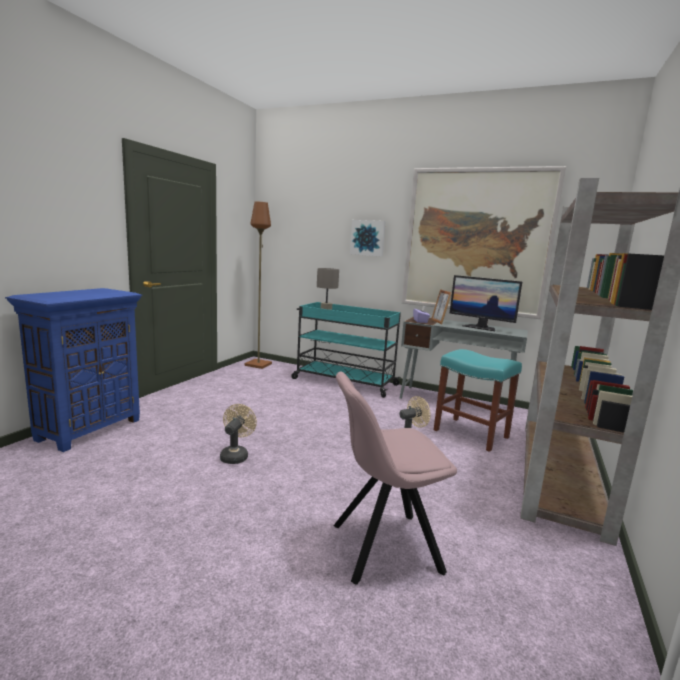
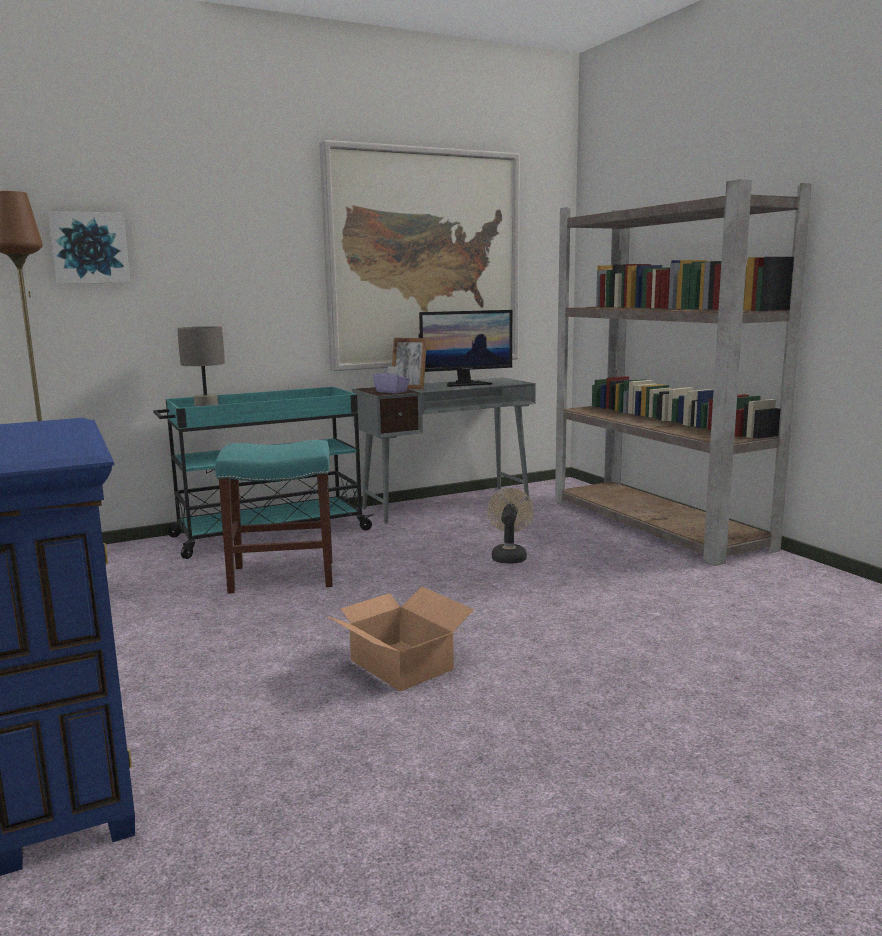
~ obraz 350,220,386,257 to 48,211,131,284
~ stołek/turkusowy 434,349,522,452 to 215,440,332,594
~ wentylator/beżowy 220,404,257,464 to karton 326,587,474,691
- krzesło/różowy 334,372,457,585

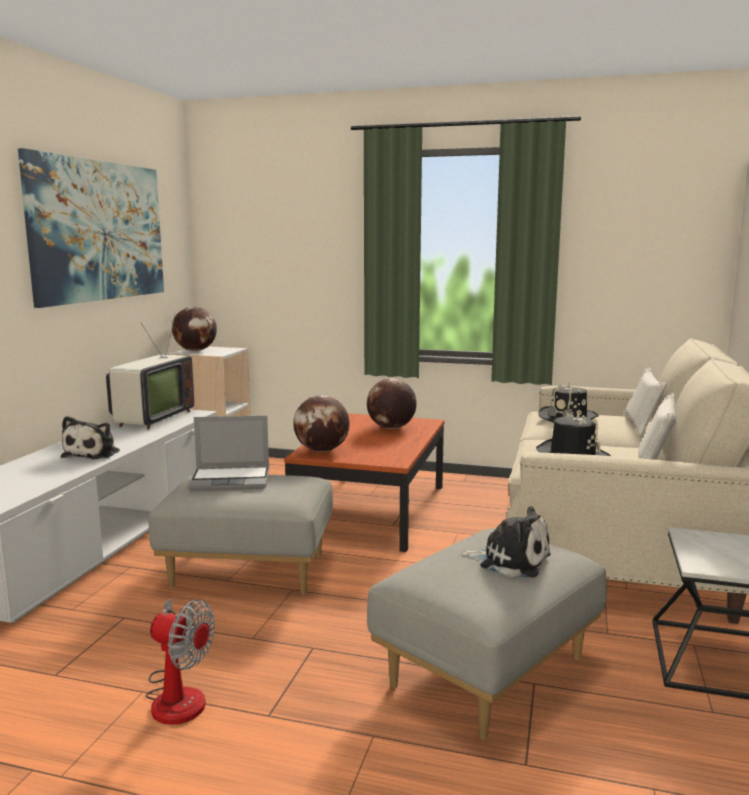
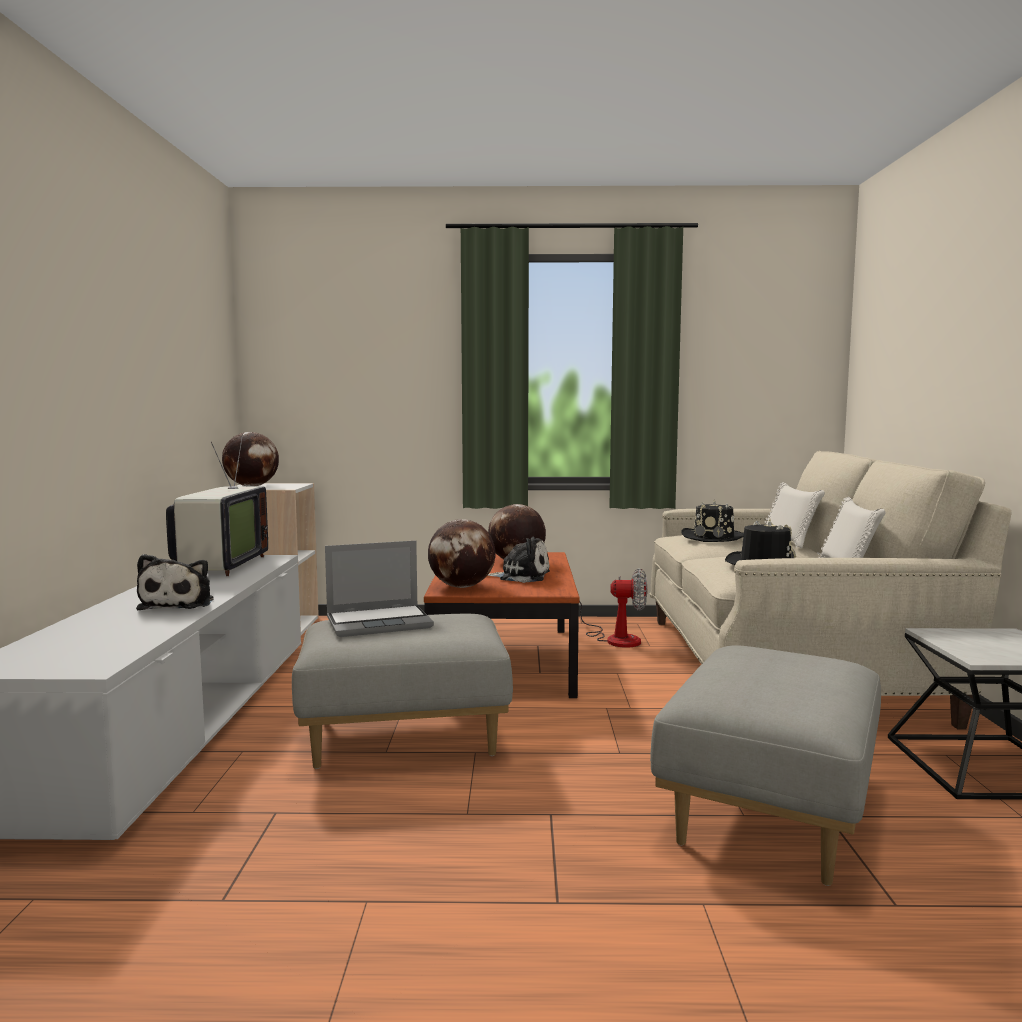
~ pluszak 460,506,551,577 to 487,537,550,583
~ wentylator 146,598,215,725 to 579,568,647,648
- obraz 18,148,164,308

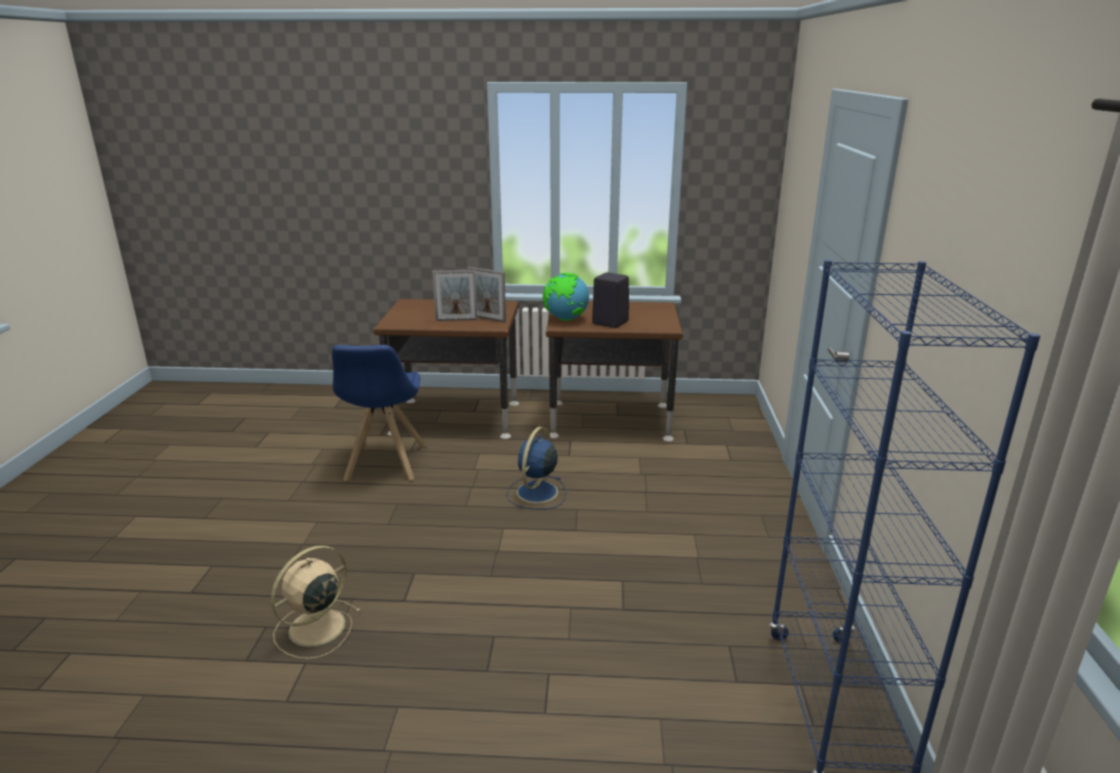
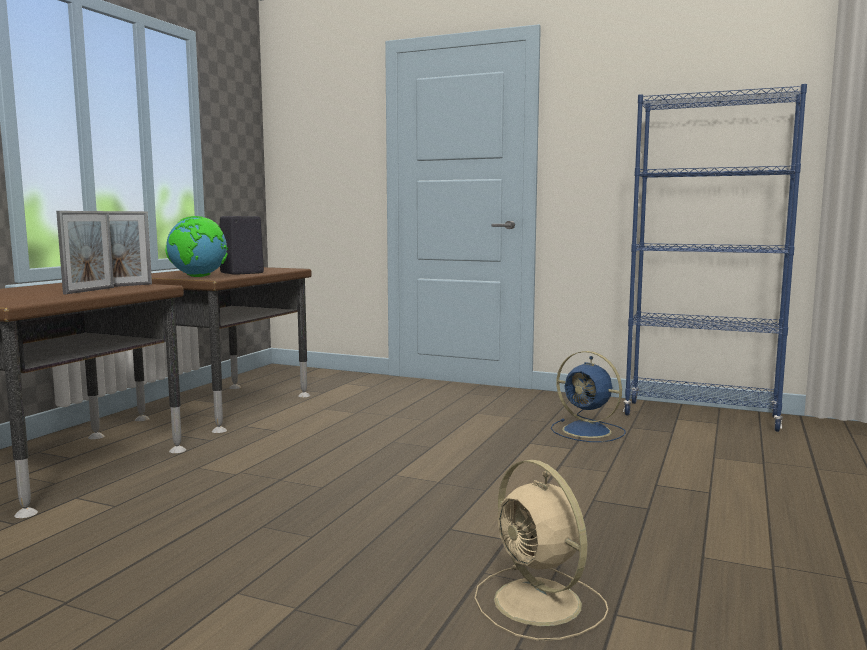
~ wentylator/niebieski 506,427,566,510 to 551,351,626,442
- krzesło/niebieski 332,345,427,482

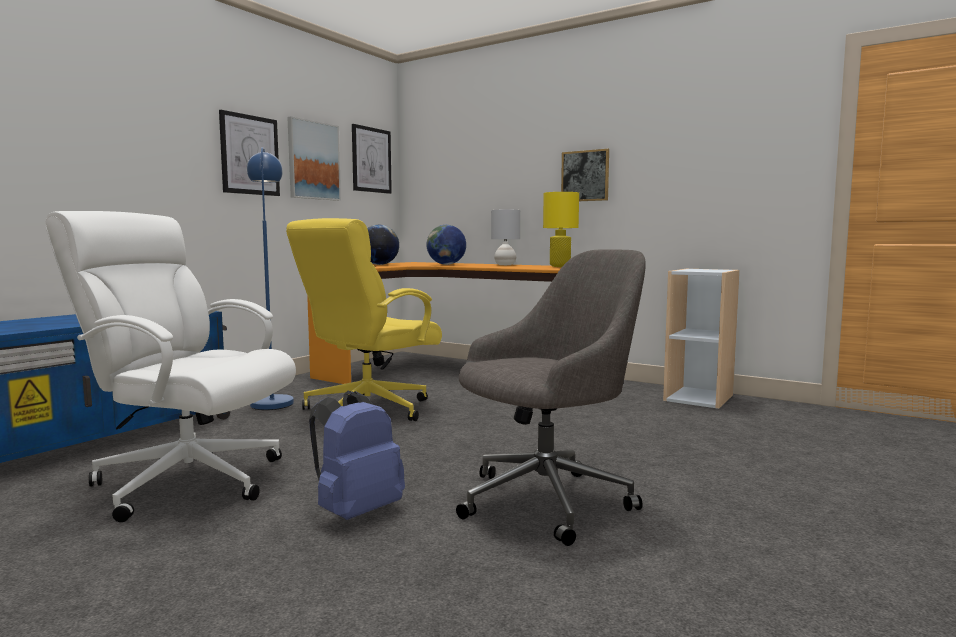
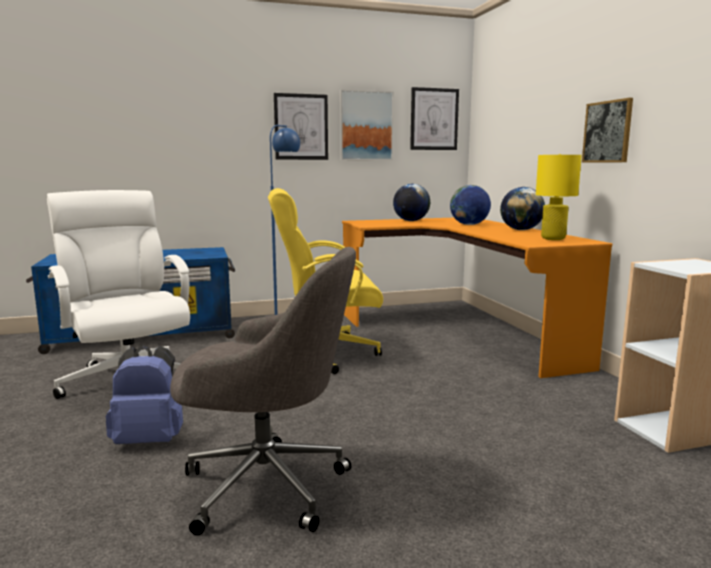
~ lampa stołowa/szary 491,210,520,265 to globus 500,187,545,230

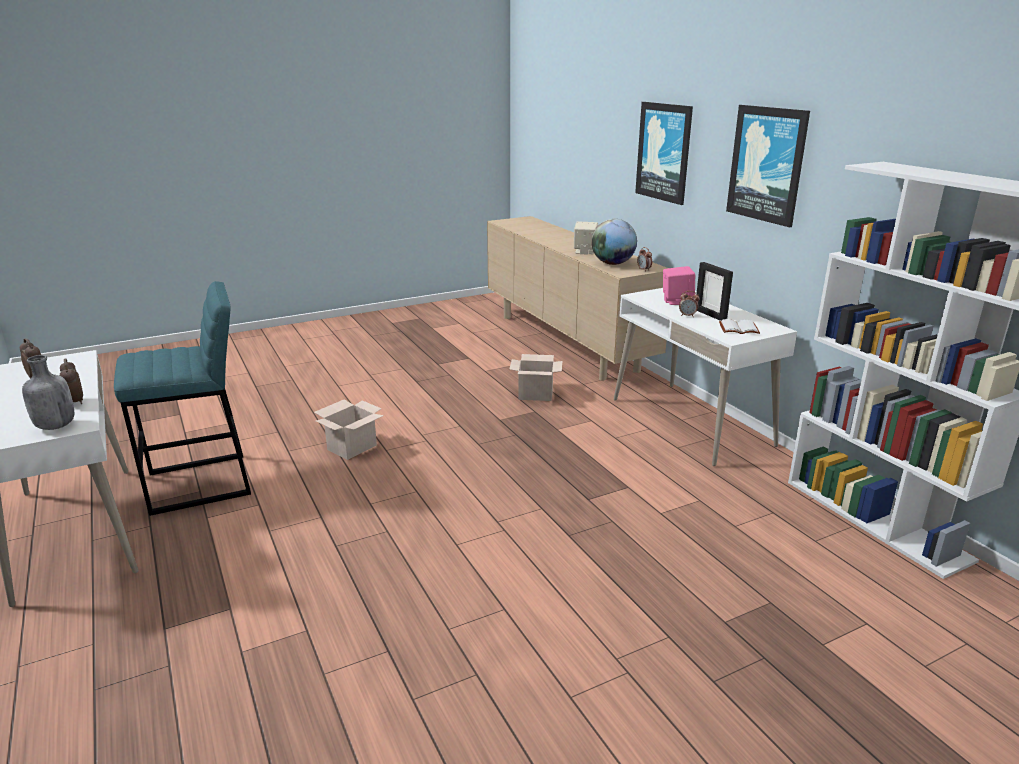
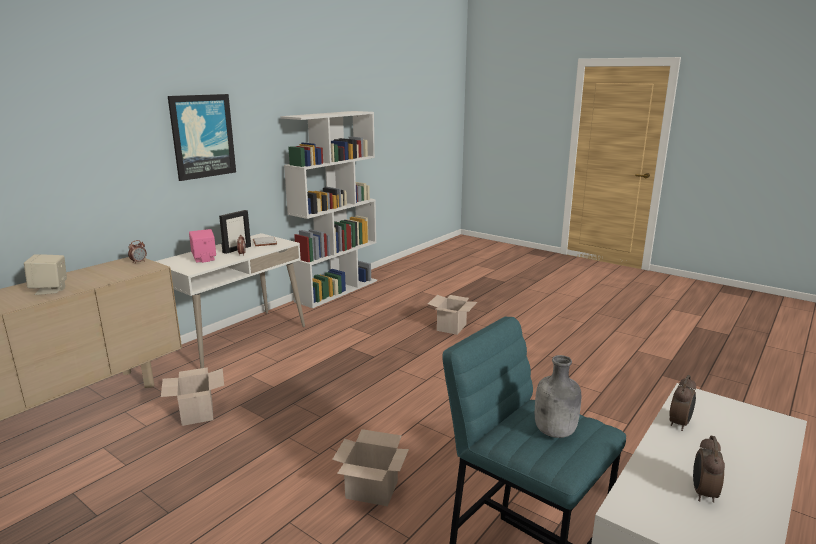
+ karton 428,295,477,335
~ butelka/szary 22,355,74,430 to 535,355,581,438
- globus 591,219,637,265
- obraz 635,102,693,205

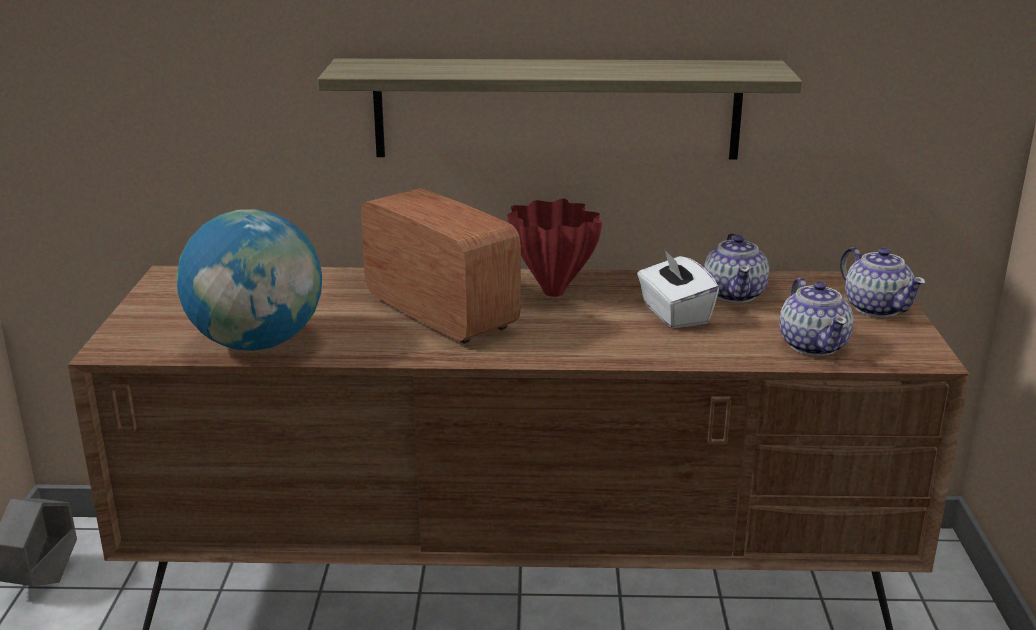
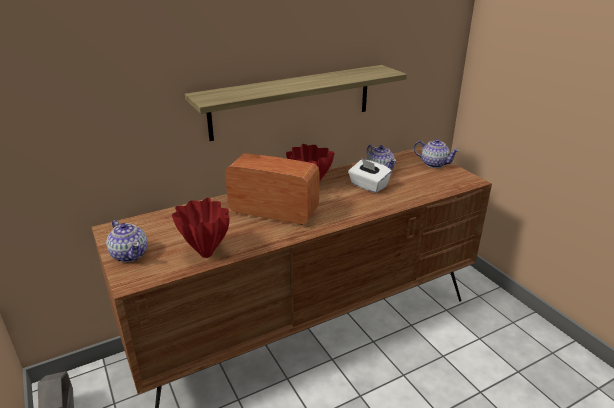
~ imbryk 779,278,853,356 to 106,220,148,262
~ globus 177,209,322,351 to wazon/czerwony 172,198,230,258

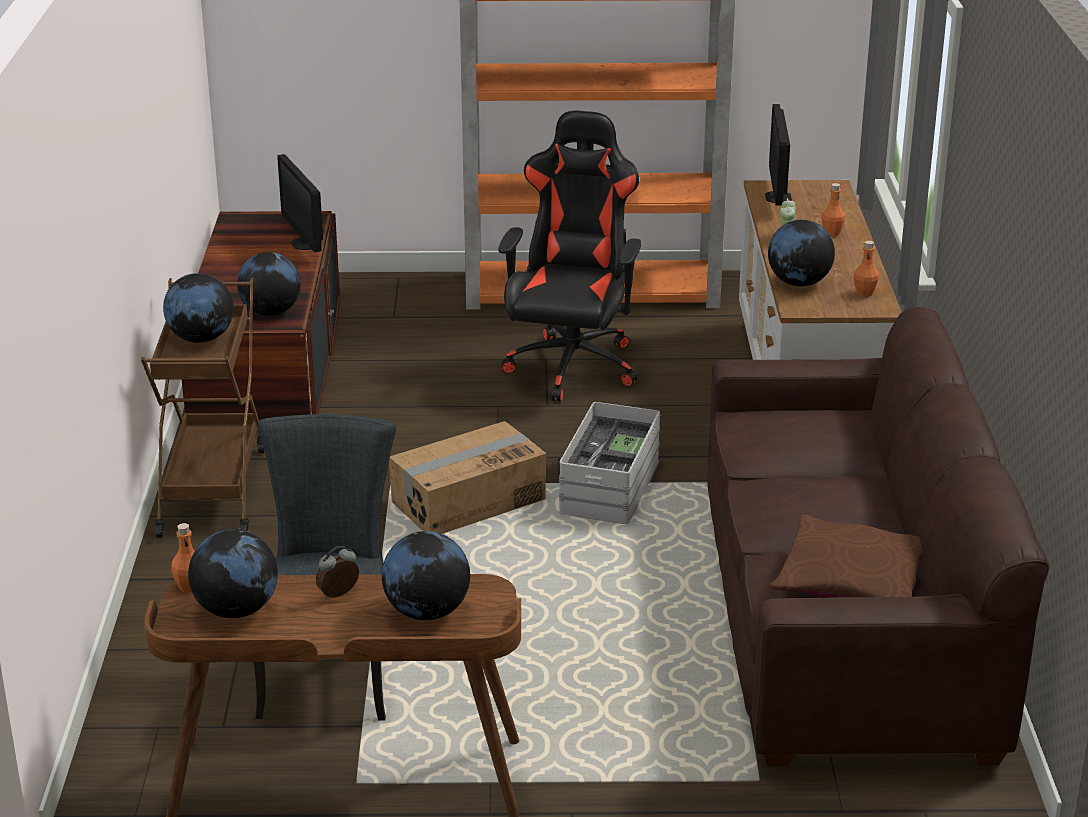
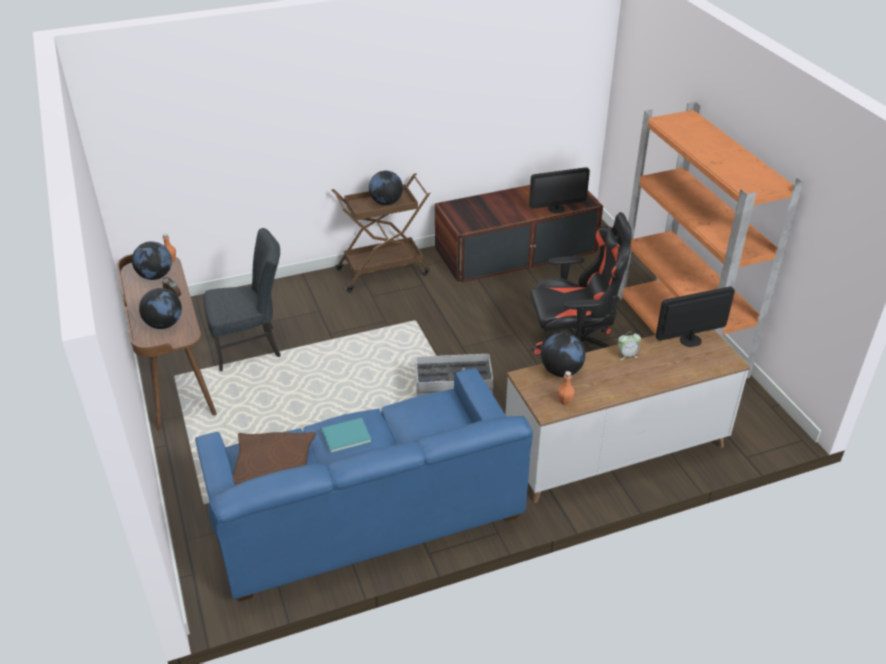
~ kanapa/brązowy 707,307,1049,767 to kanapa/niebieski 195,368,533,601
+ książka/turkusowy 322,418,371,453
~ monitor 277,154,323,252 = 529,167,590,213 150 degrees counterclockwise
- globus 237,252,301,316
- karton 389,421,546,534
- butelka/pomarańczowy 821,183,846,236

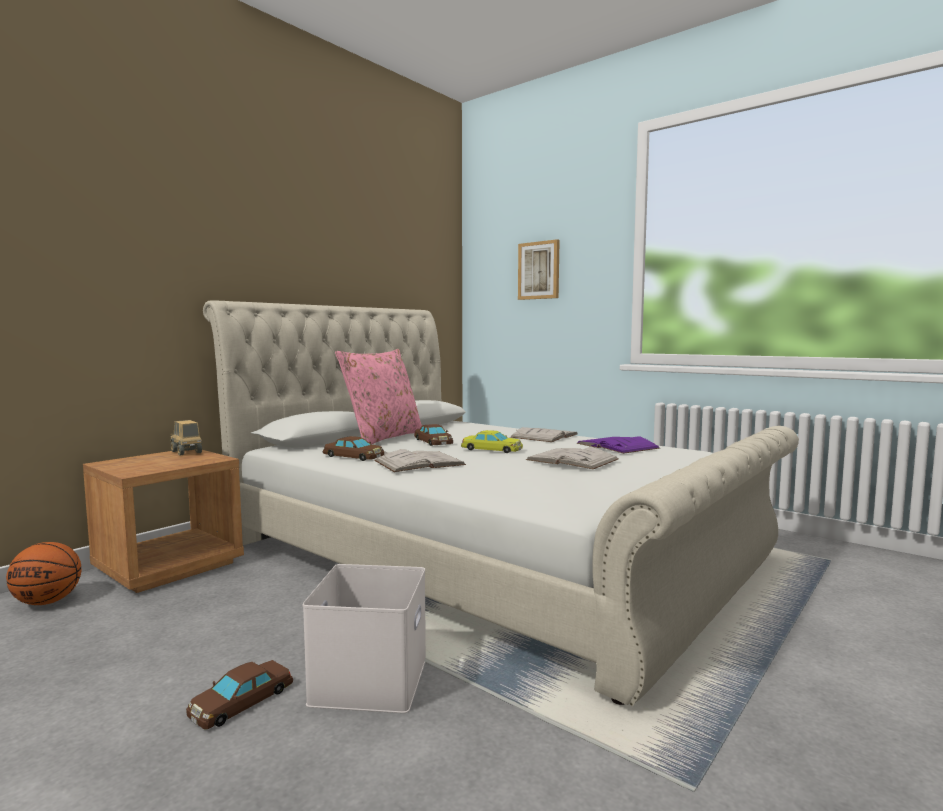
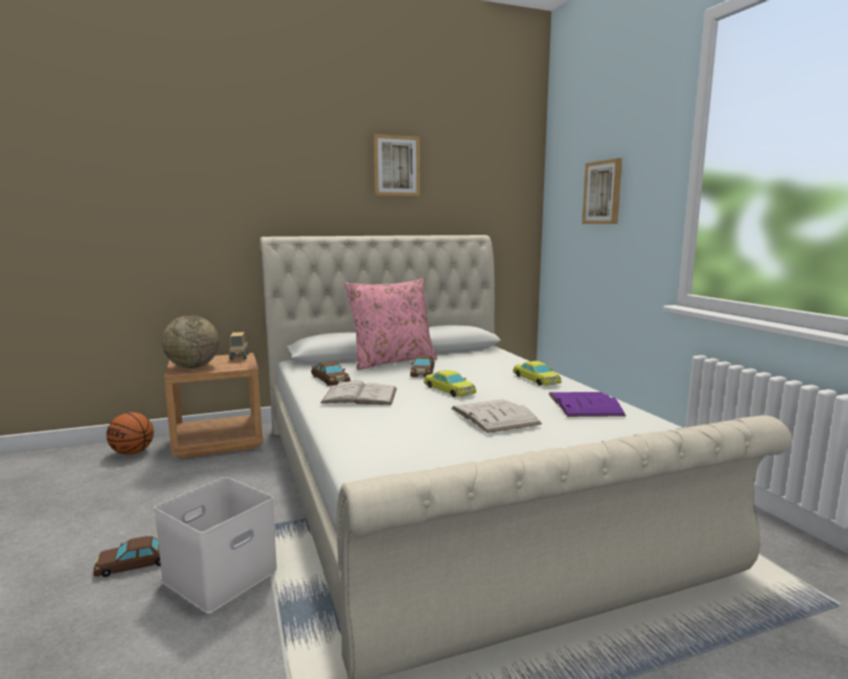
+ globus 162,315,219,368
+ obraz 373,134,420,196
~ książka/biały 510,427,577,442 to samochodzik/żółty 513,361,561,386

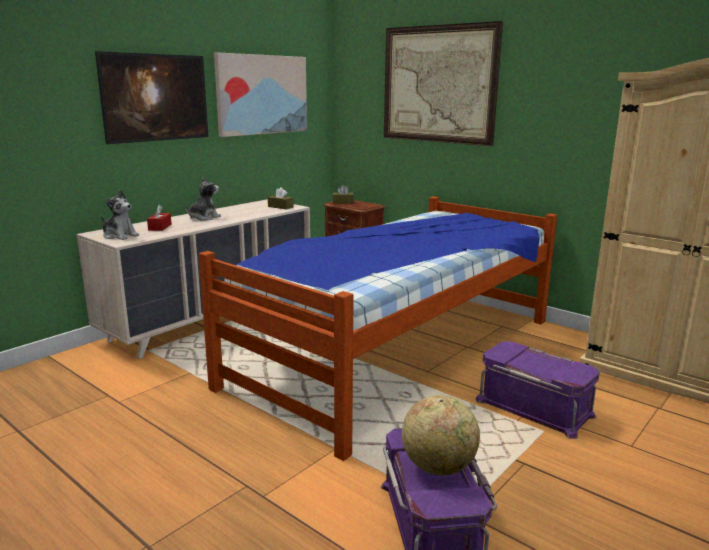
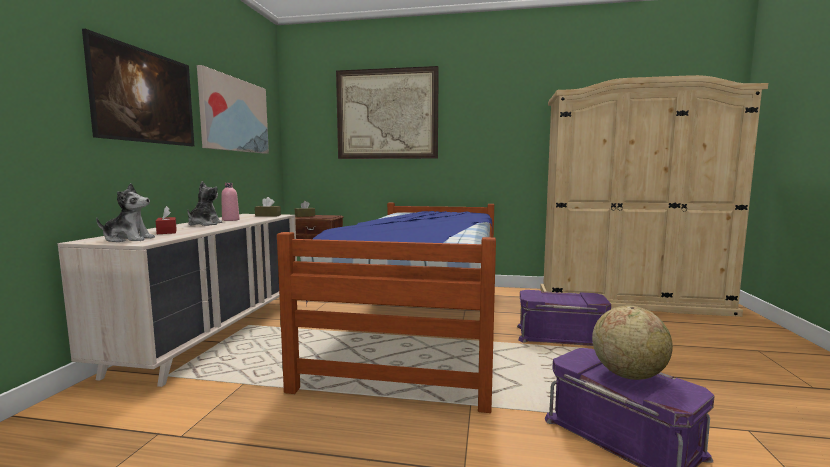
+ butelka/różowy 221,183,239,221

